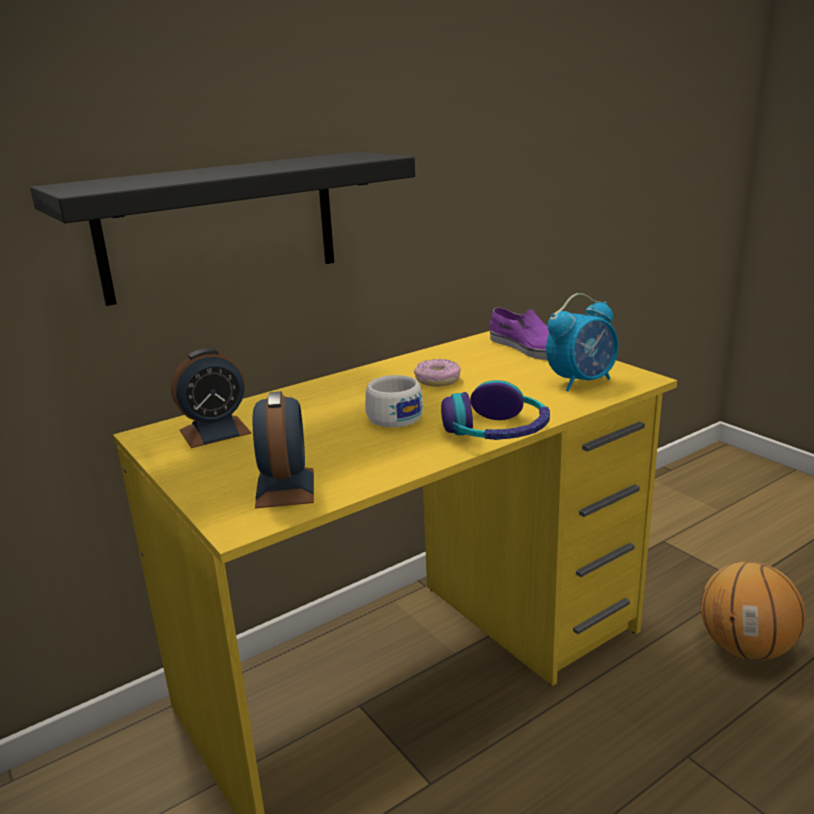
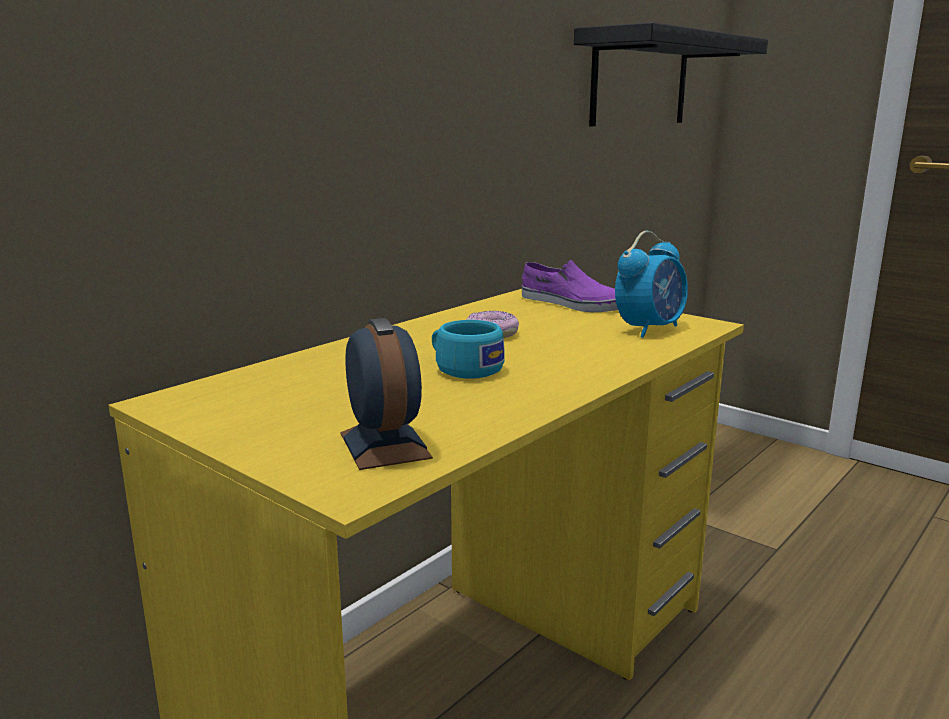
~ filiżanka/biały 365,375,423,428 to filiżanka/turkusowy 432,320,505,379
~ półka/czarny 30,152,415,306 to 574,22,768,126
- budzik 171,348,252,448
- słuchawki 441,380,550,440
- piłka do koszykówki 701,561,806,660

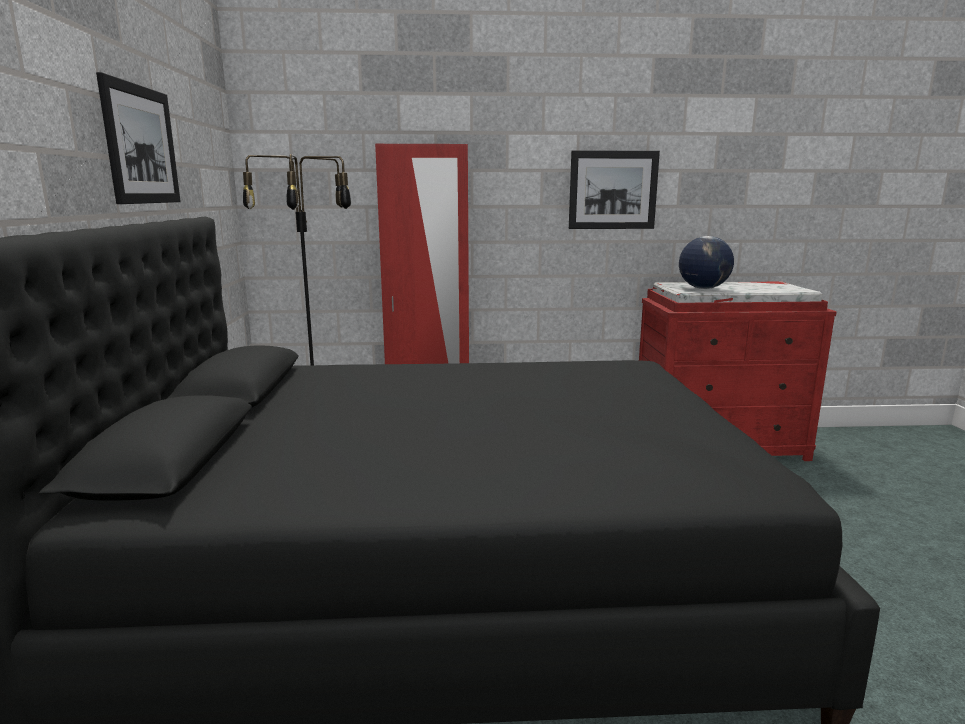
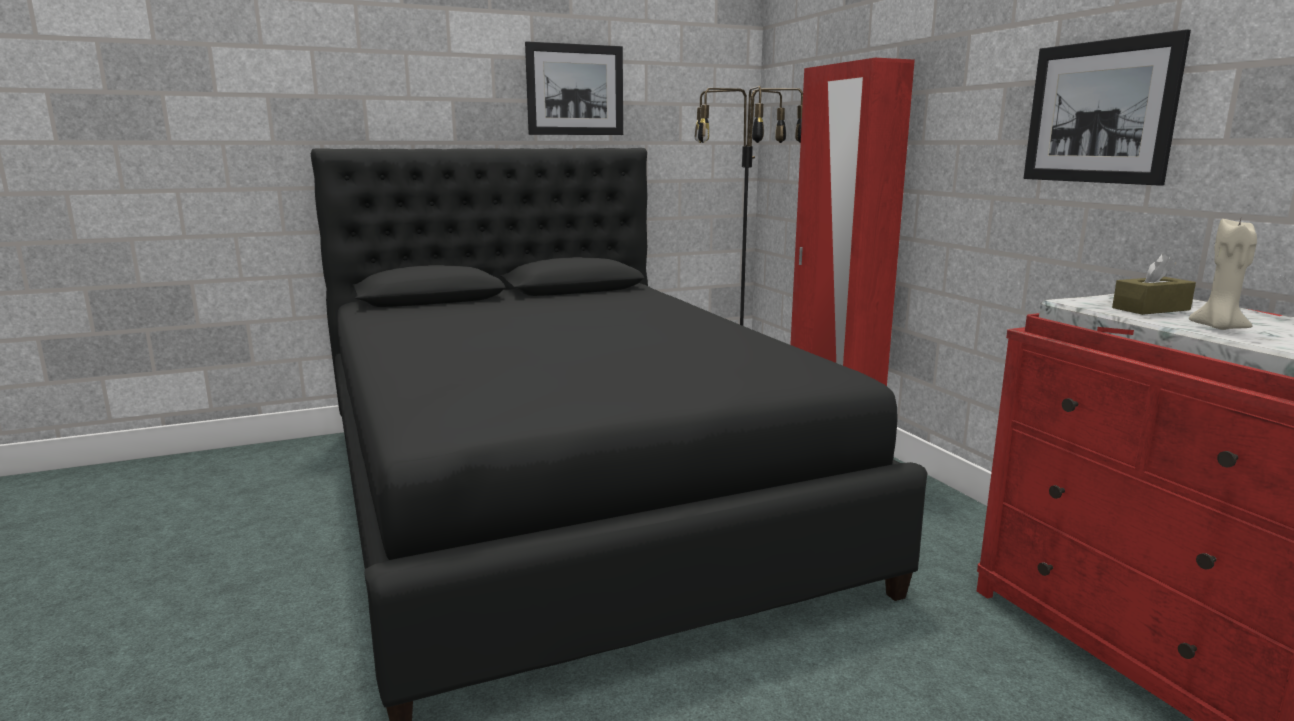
~ globus 679,236,734,289 to pudełko chusteczek/brązowy 1112,254,1196,315
+ świeca/beżowy 1189,219,1257,330

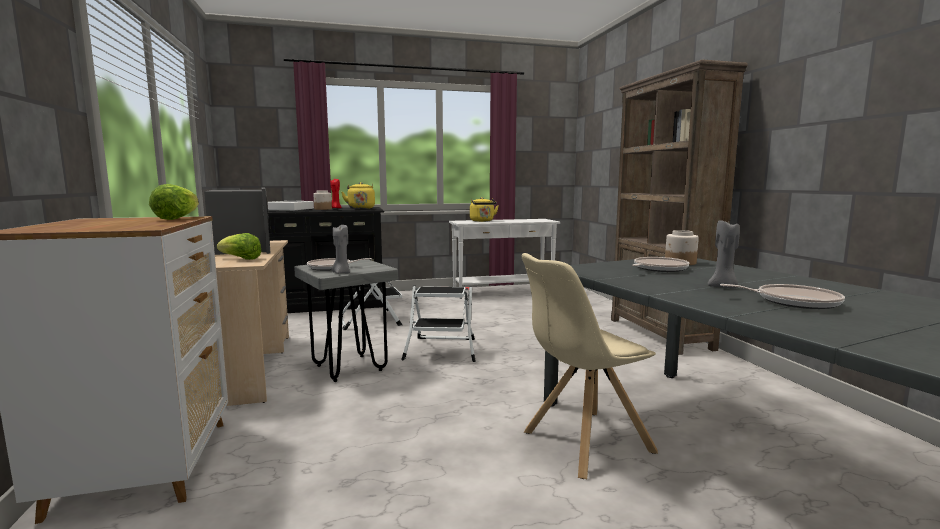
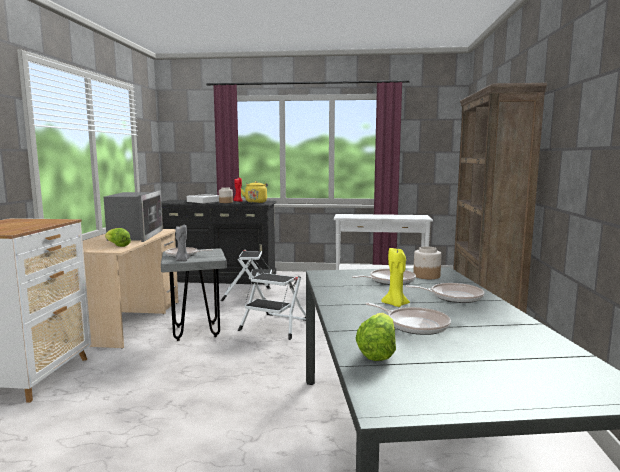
~ sałata 149,184,199,220 to 356,313,396,361
~ świeca/szary 708,220,740,289 to świeca/żółty 381,248,410,307
+ patelnia 405,283,485,303
- czajnik/żółty 470,197,499,222
- krzesło/beżowy 522,253,658,479

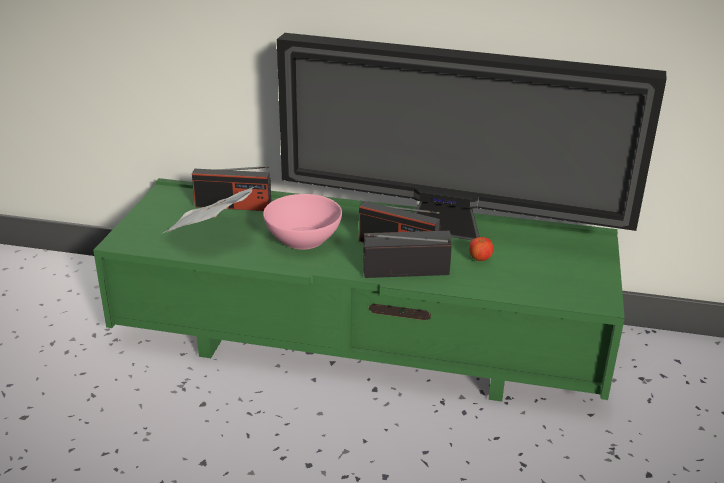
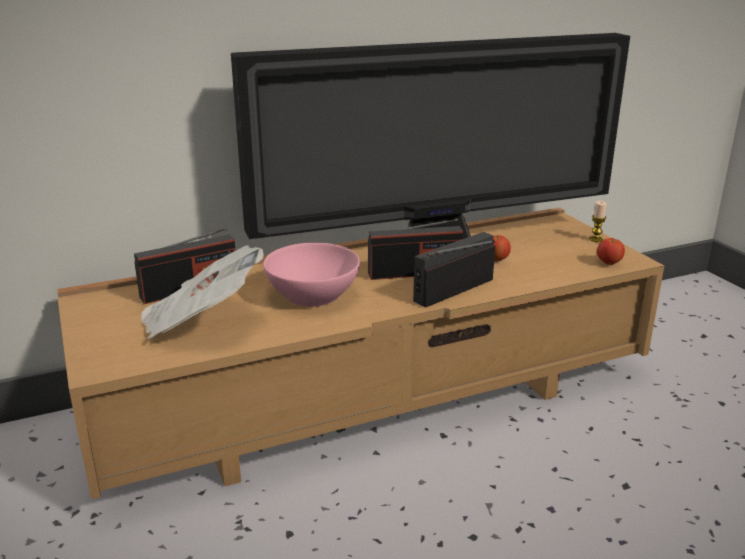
~ szafka pod telewizor/zielony 93,178,625,402 to szafka pod telewizor/brązowy 57,207,664,499
+ świeca 589,201,607,242
+ jabłko 597,238,625,265

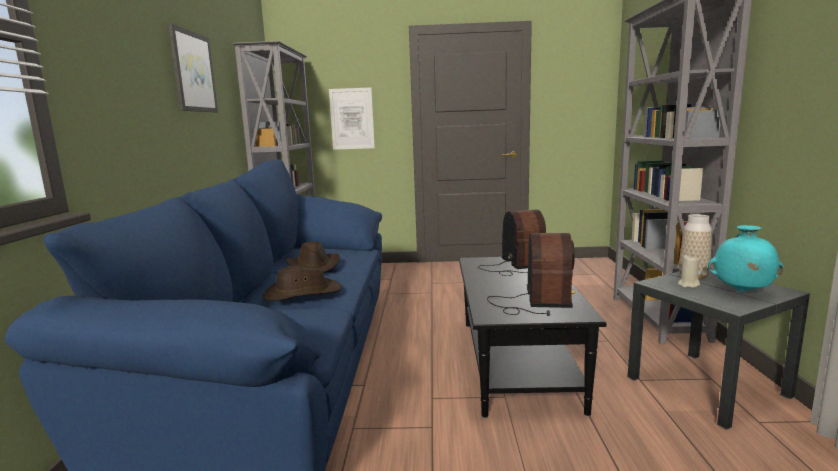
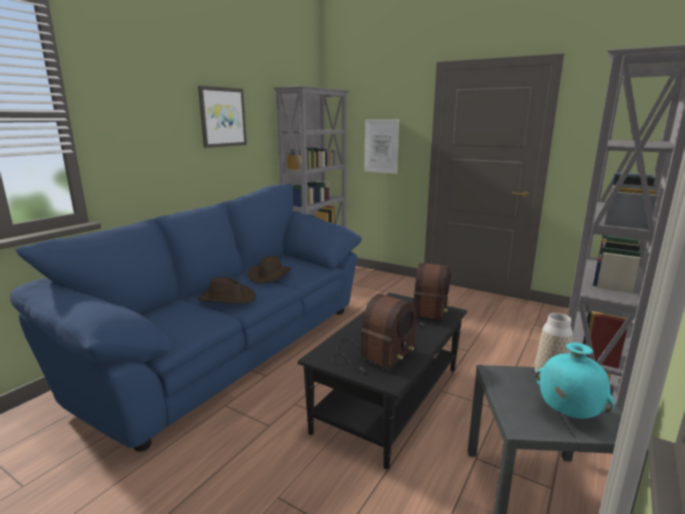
- świeca/beżowy 678,254,700,288

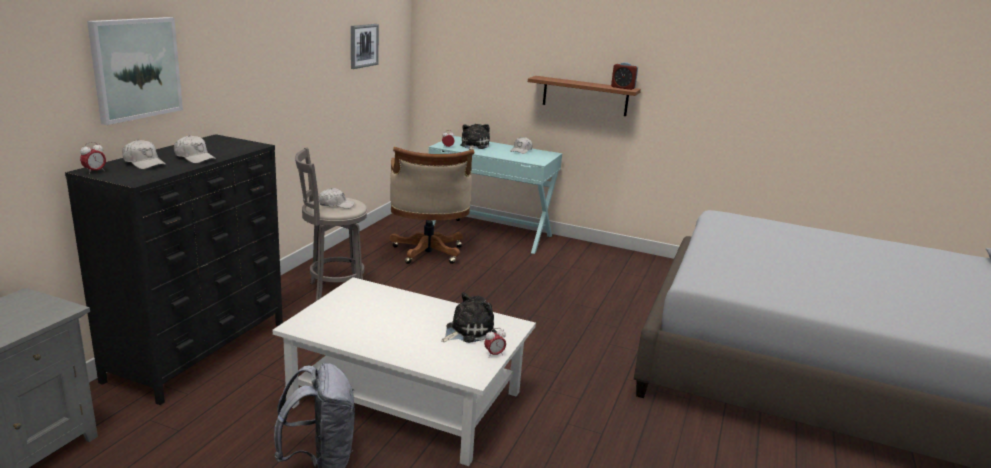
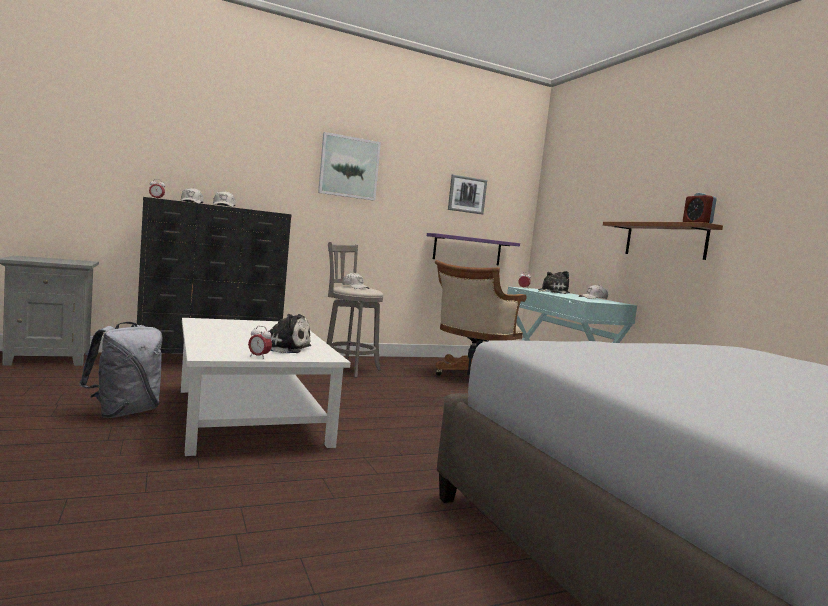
~ obraz 87,17,183,125 to 318,132,381,201
+ półka/fioletowy 427,233,520,265

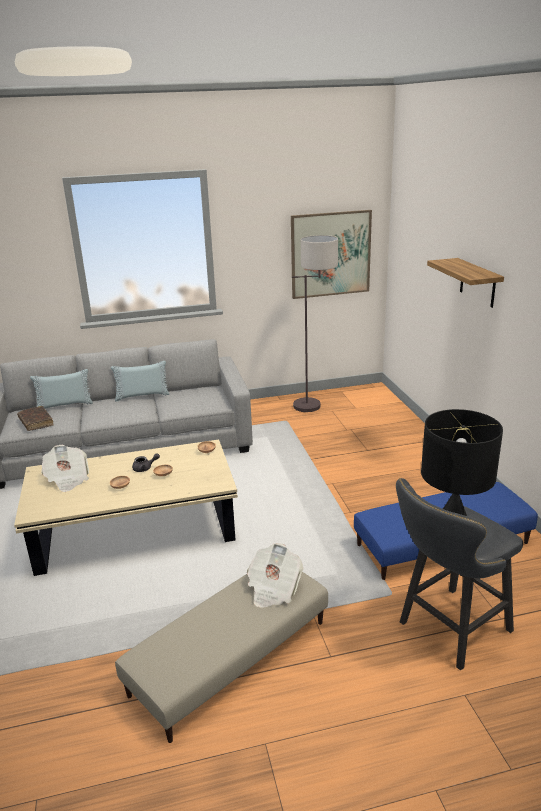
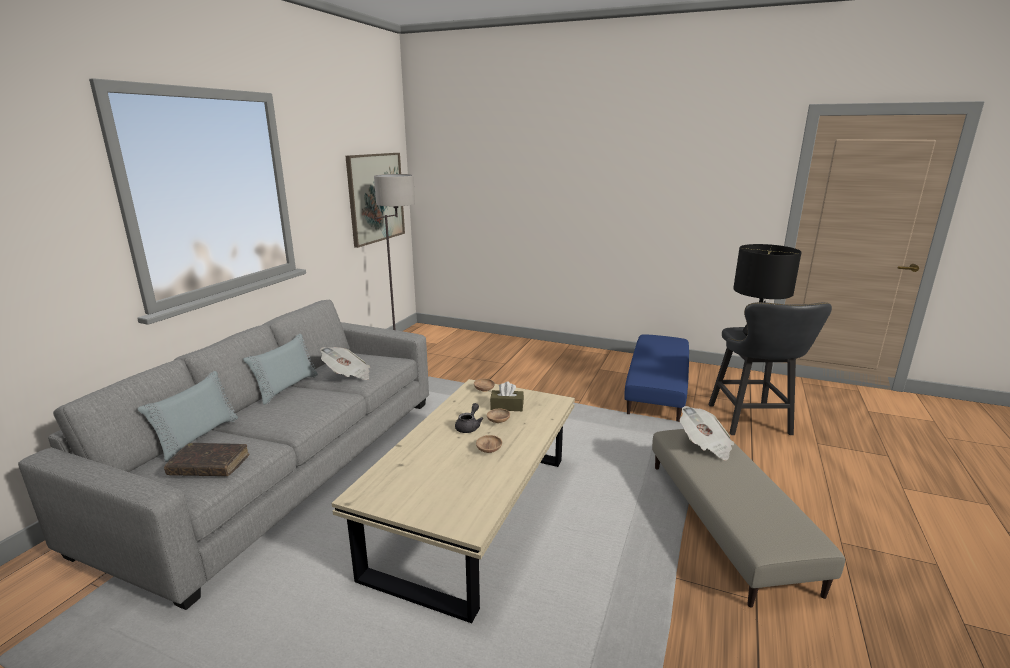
~ gazeta 41,445,89,492 to 320,347,370,380
+ pudełko chusteczek/brązowy 490,382,524,411
- półka 427,258,504,308

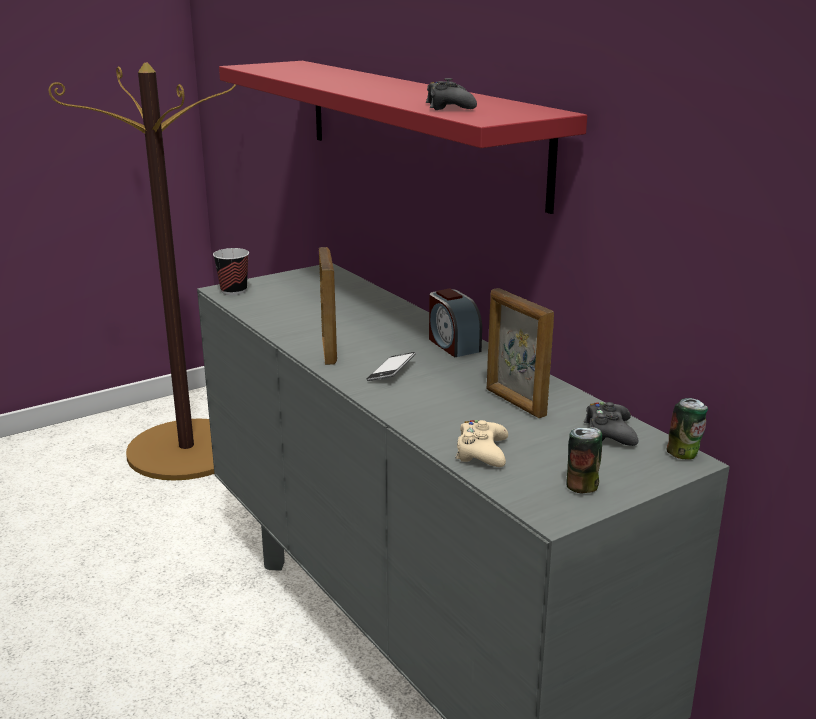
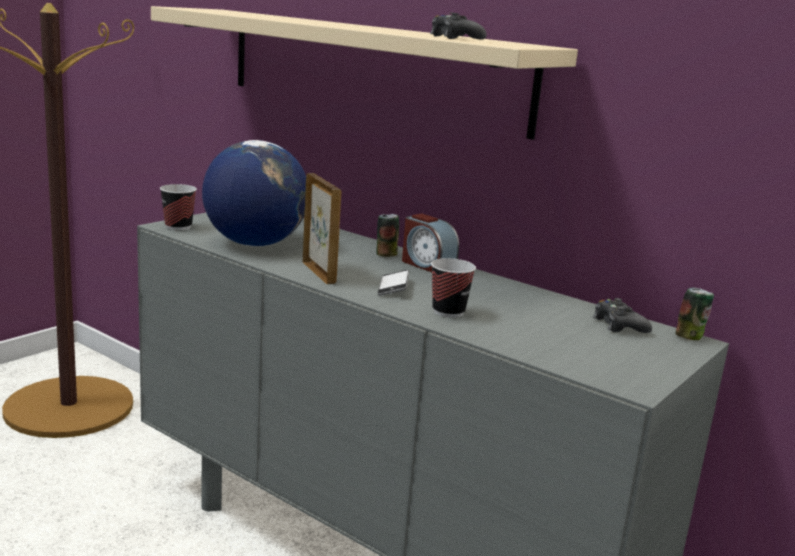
~ półka/czerwony 219,61,587,214 to półka/beżowy 151,6,578,140
+ globus 202,140,306,246
~ puszka 566,427,602,493 to 376,214,399,257
+ filiżanka 431,258,476,318
- pad do gier/beżowy 455,420,508,467
- ramka na zdjęcie 486,288,554,418

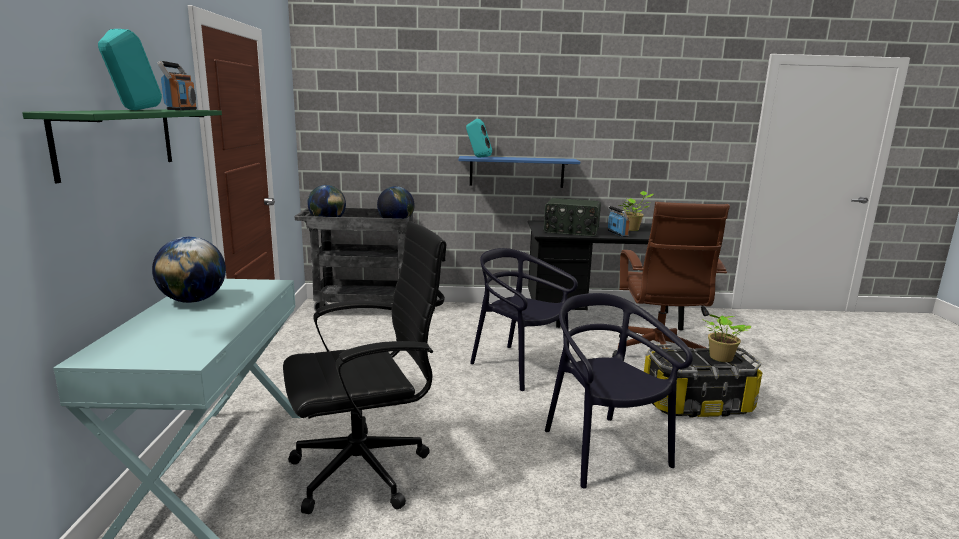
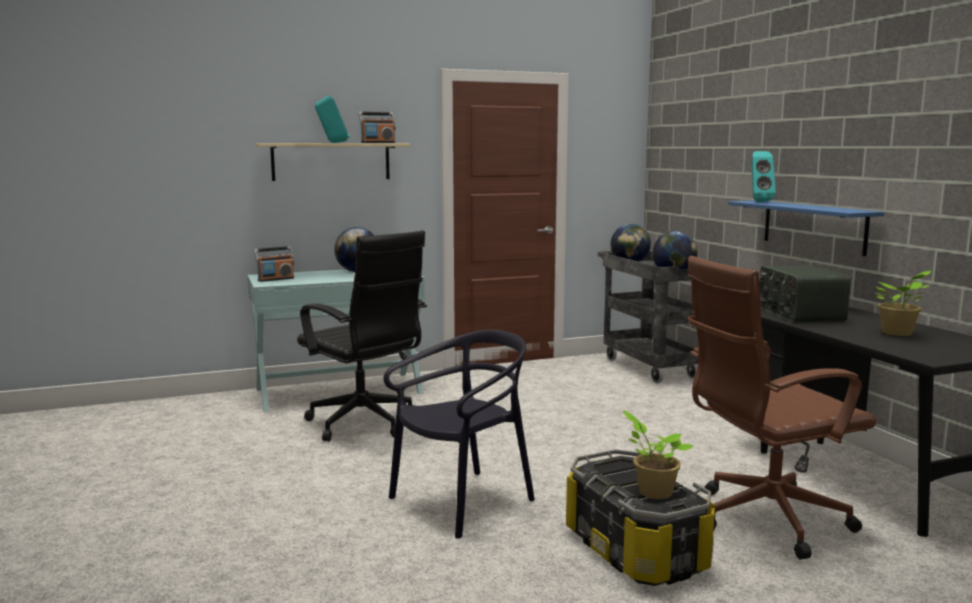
~ radio 608,206,630,237 to 254,246,294,282
~ półka/zielony 22,109,222,183 to półka/beżowy 256,143,410,181
- krzesło/czarny 470,248,578,391

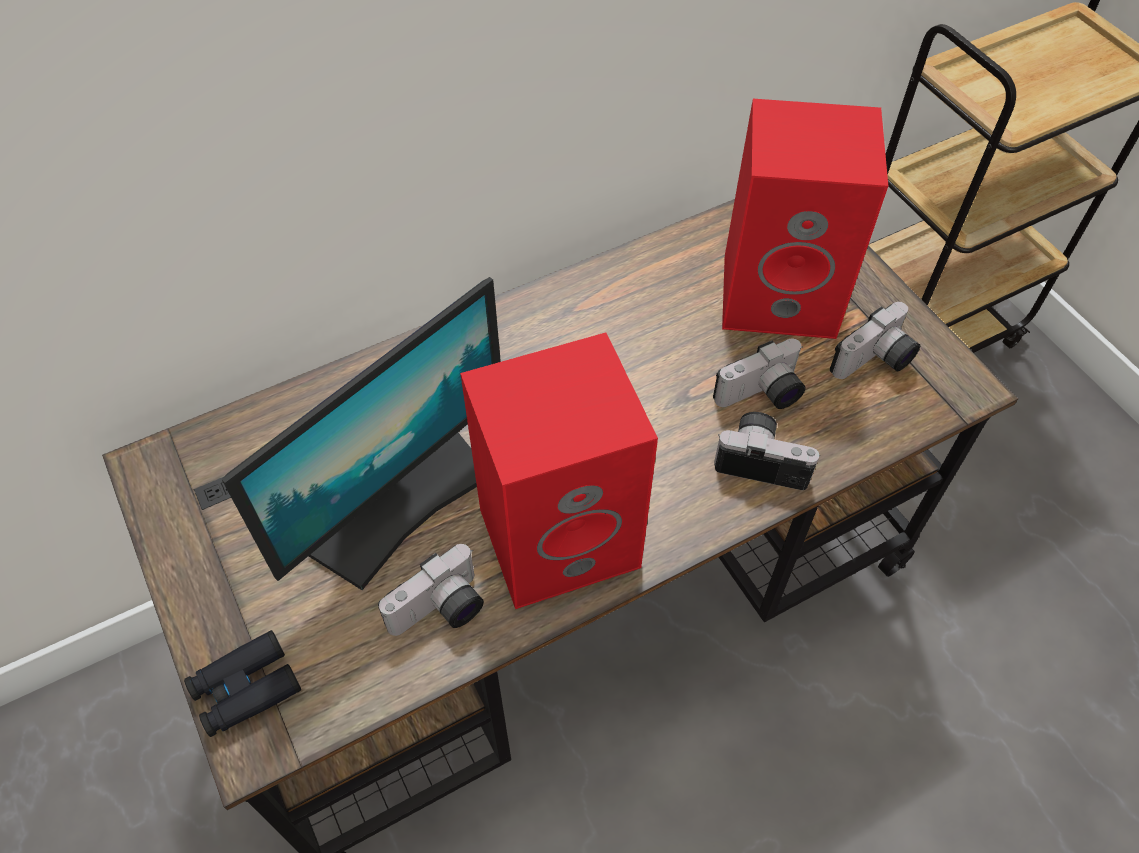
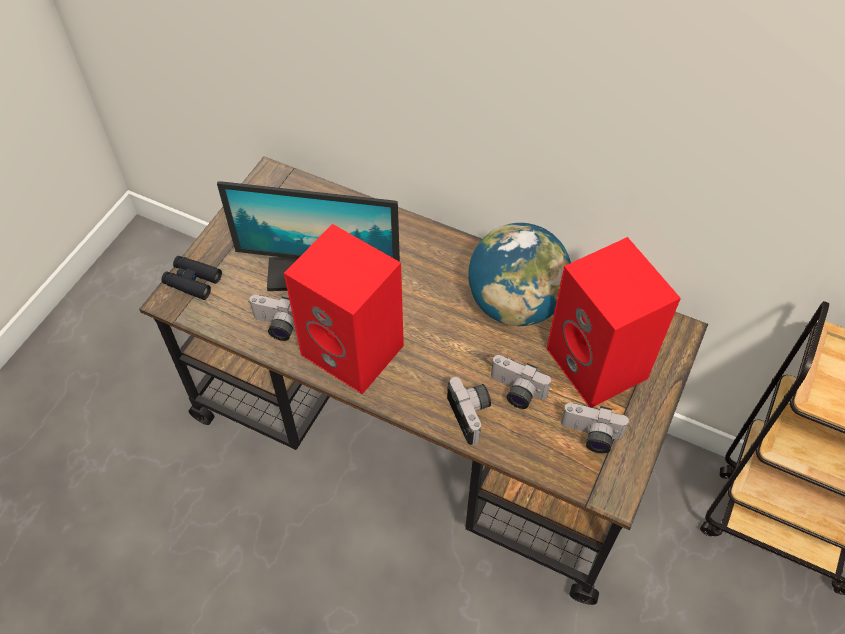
+ globus 468,223,571,326

